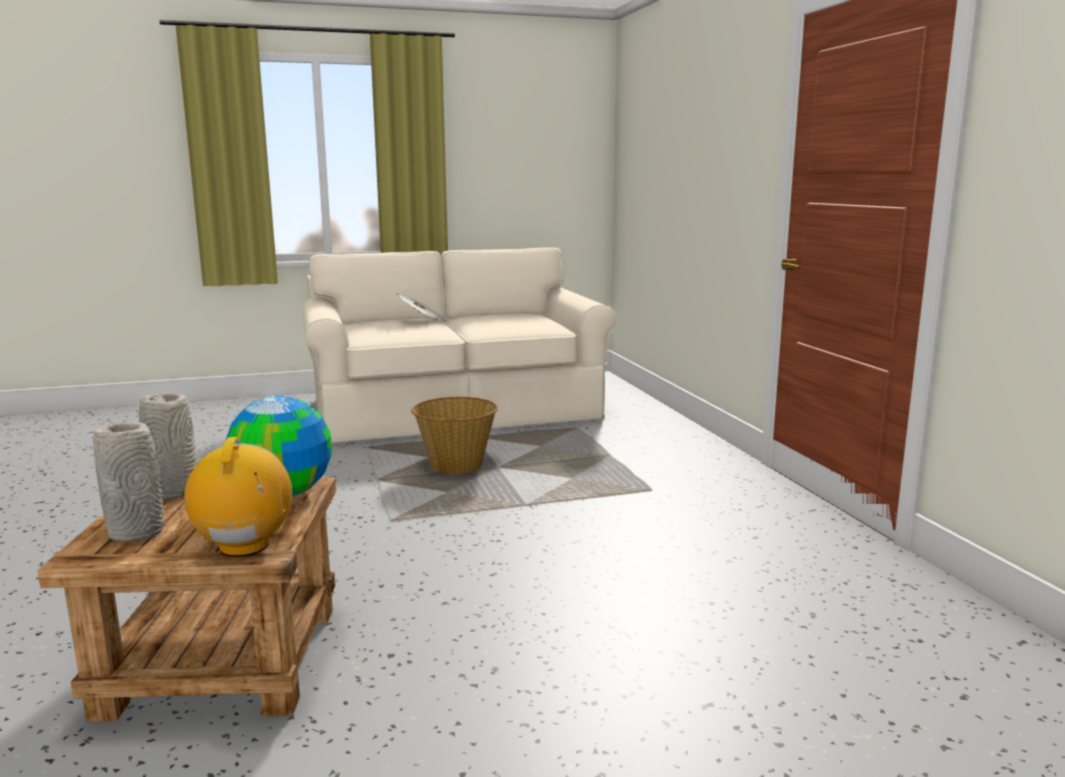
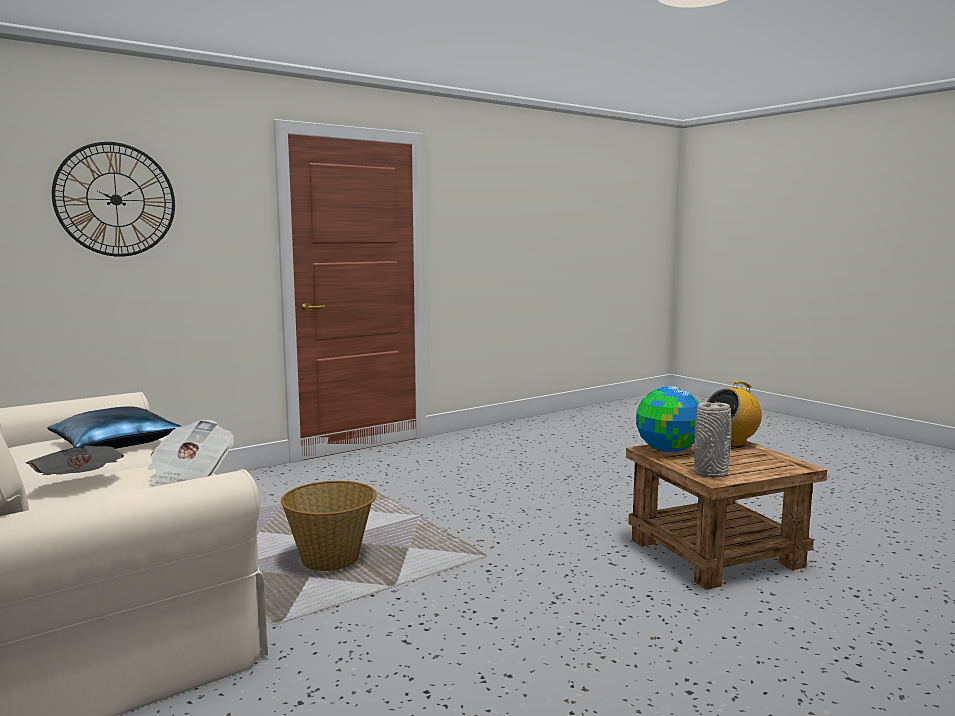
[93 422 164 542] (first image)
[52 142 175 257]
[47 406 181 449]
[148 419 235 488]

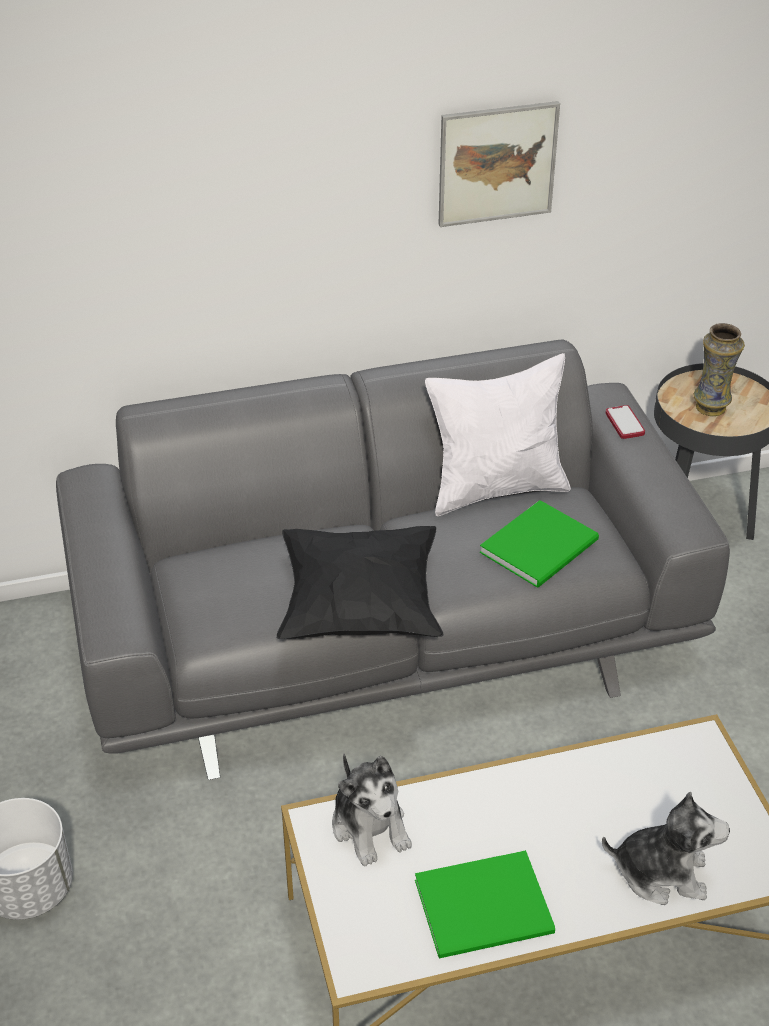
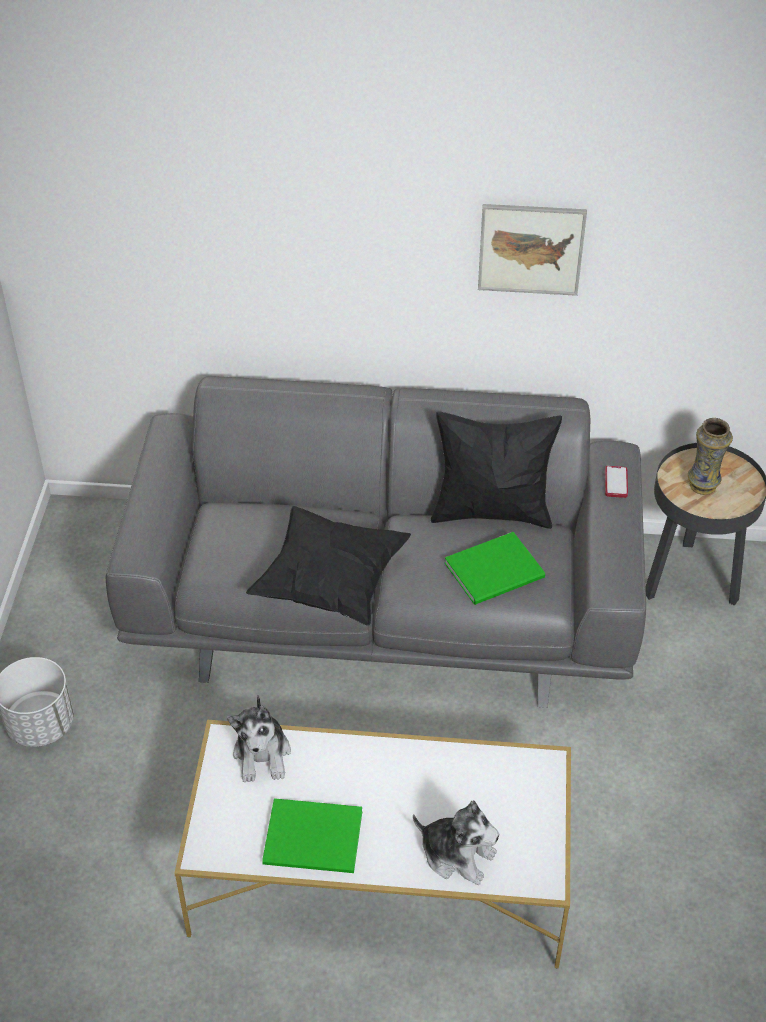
[431 411 562 529]

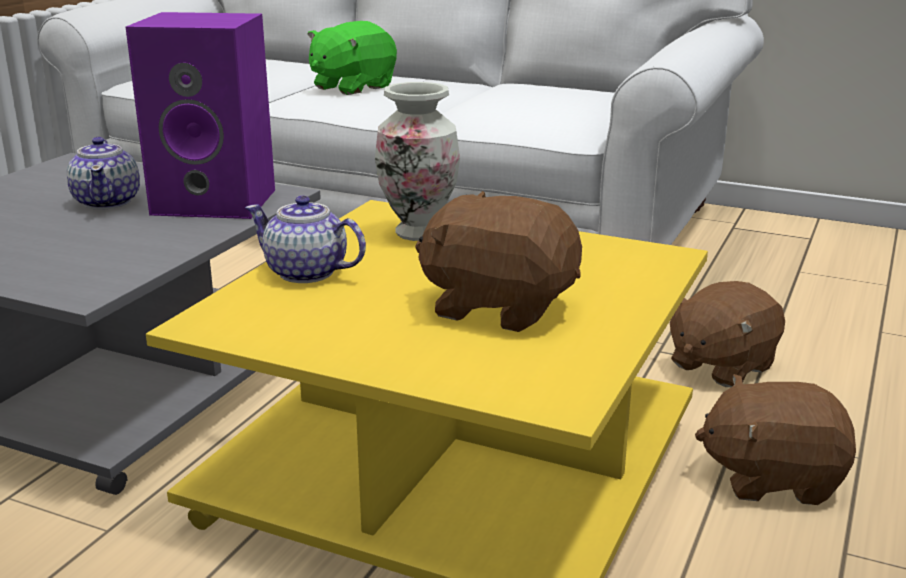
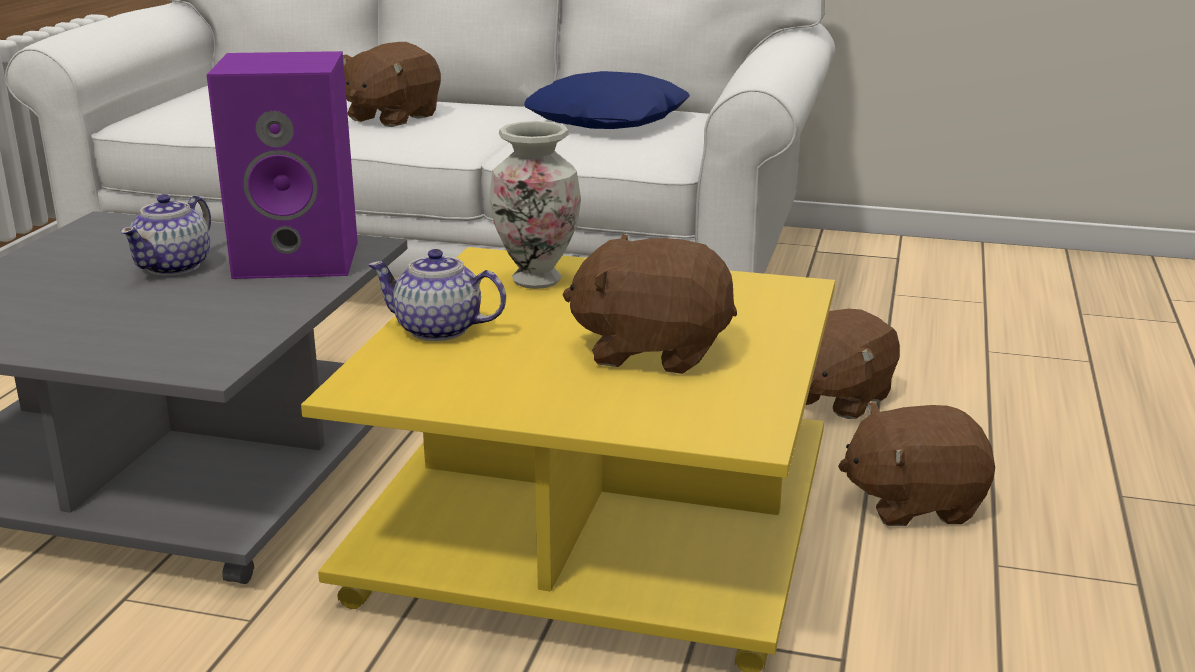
[343 42 441 127]
[120 194 211 276]
[524 71 690 129]

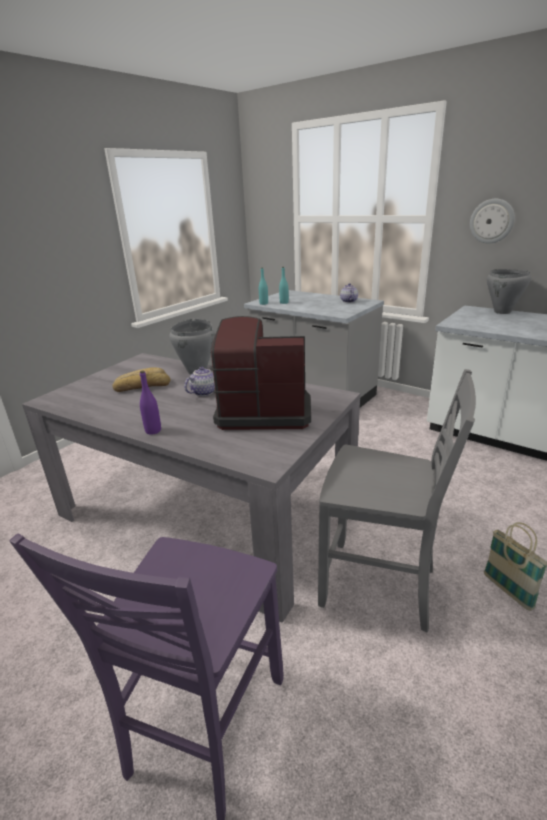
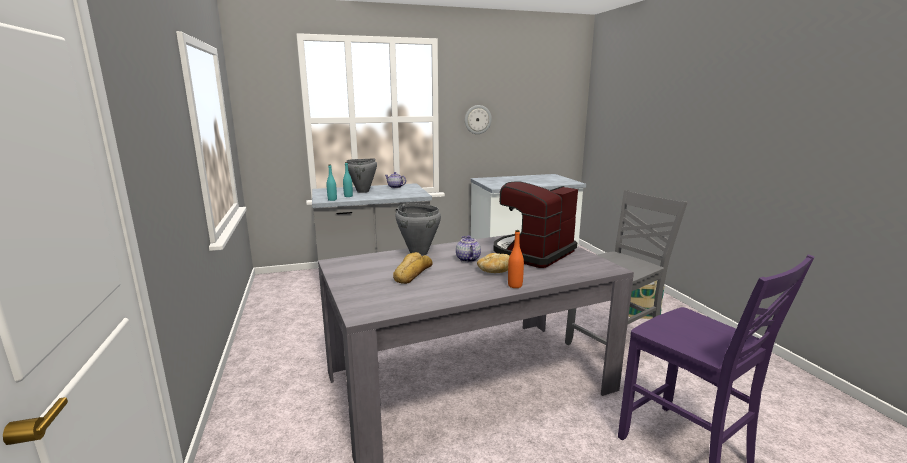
[347 159 377 193]
[508 230 524 288]
[477 253 510 273]

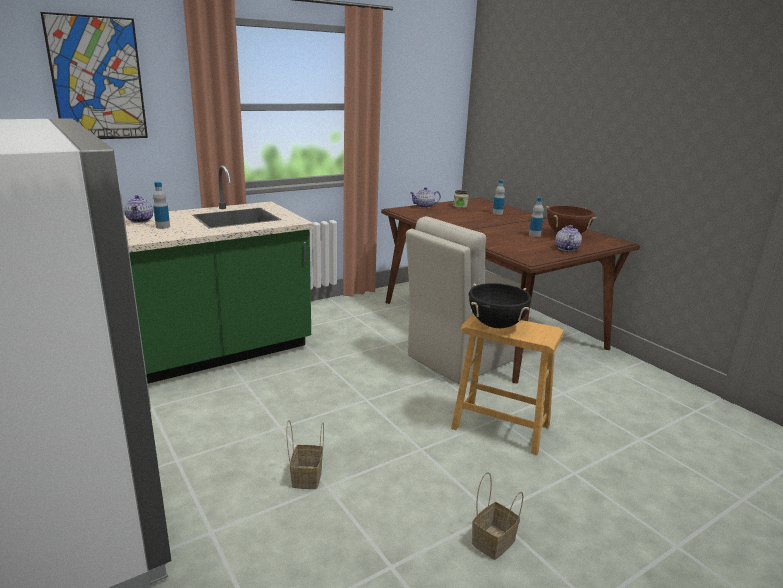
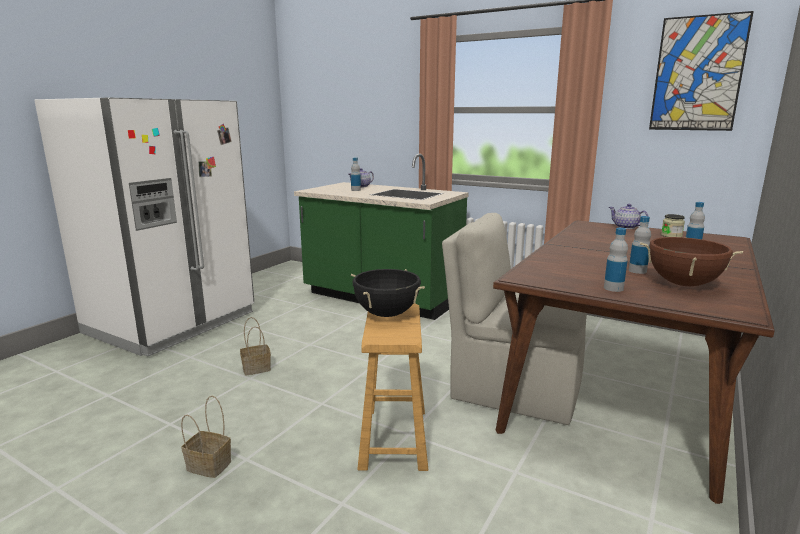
[649 11 754 131]
[604 228 628 292]

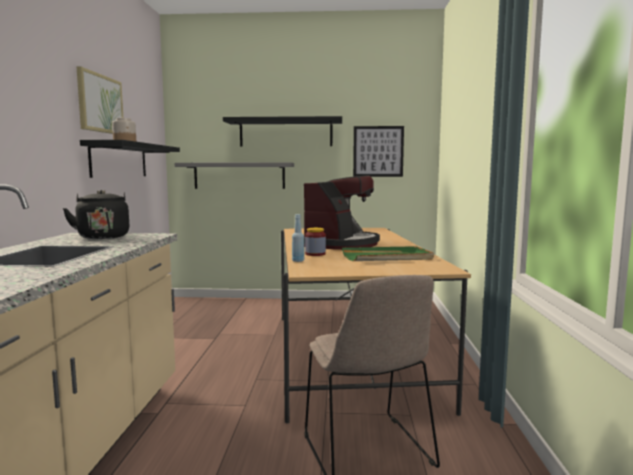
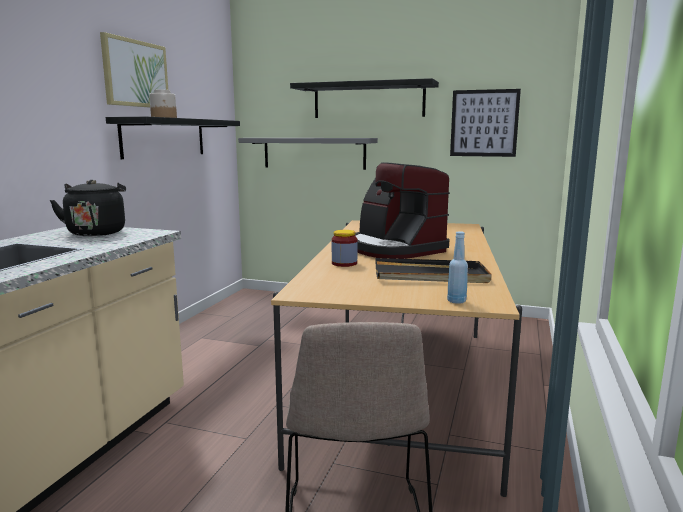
[355 162 450 259]
[447 231 468 304]
[376 258 492 283]

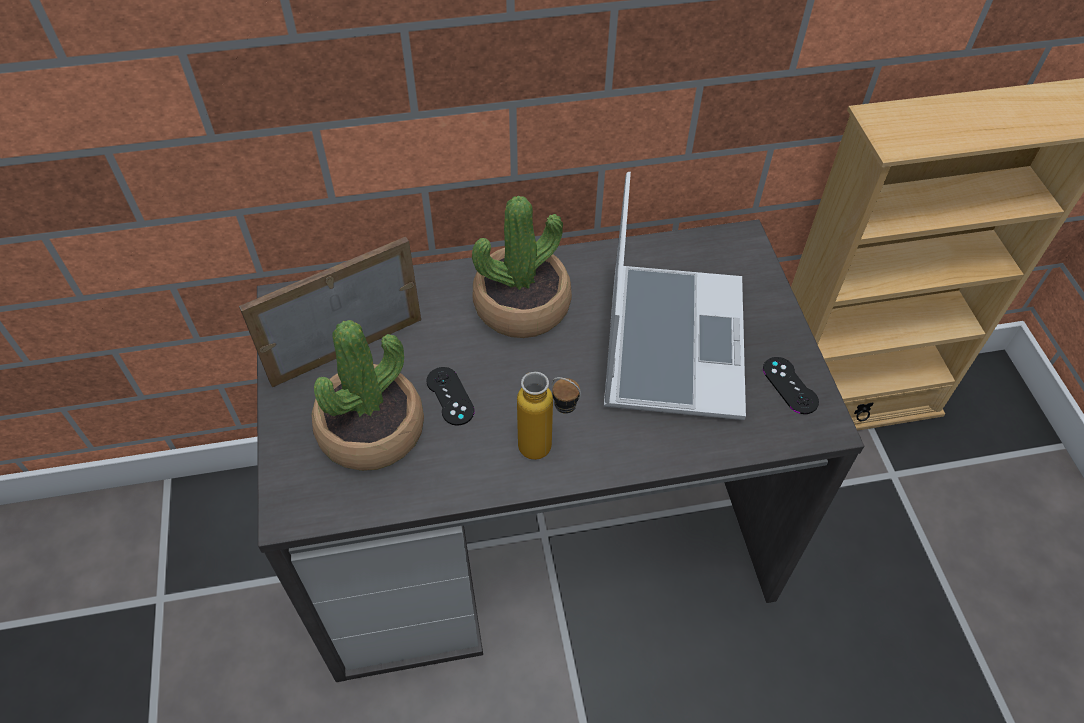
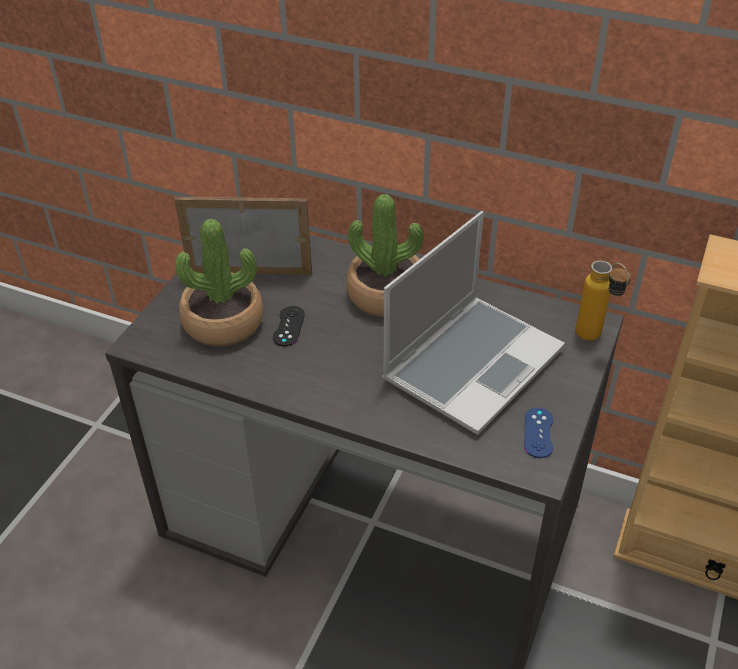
[524 407 553 458]
[575 261 631 341]

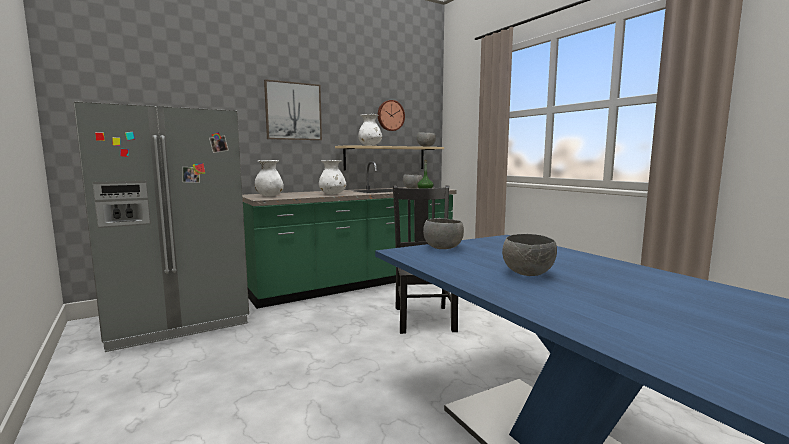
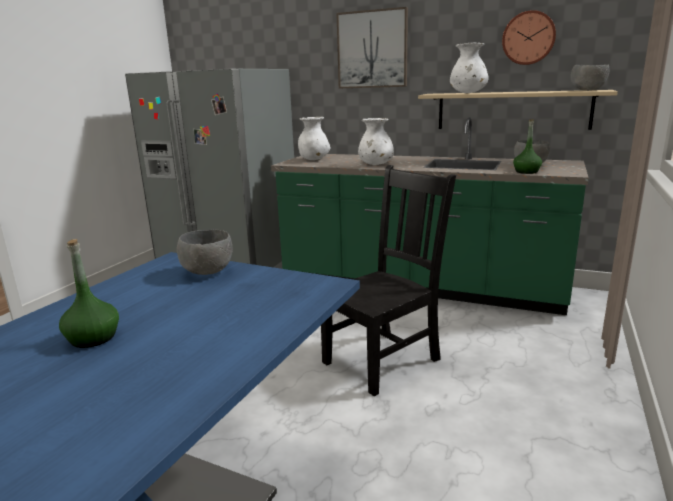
[59 239 119 348]

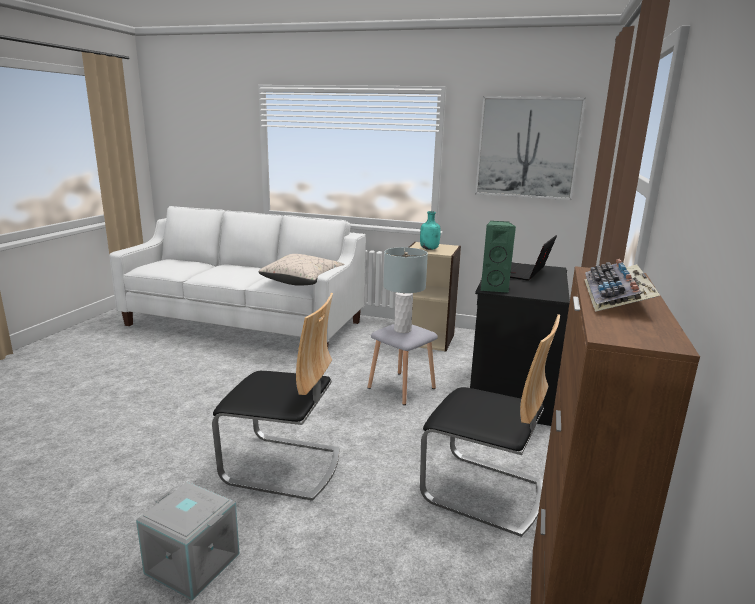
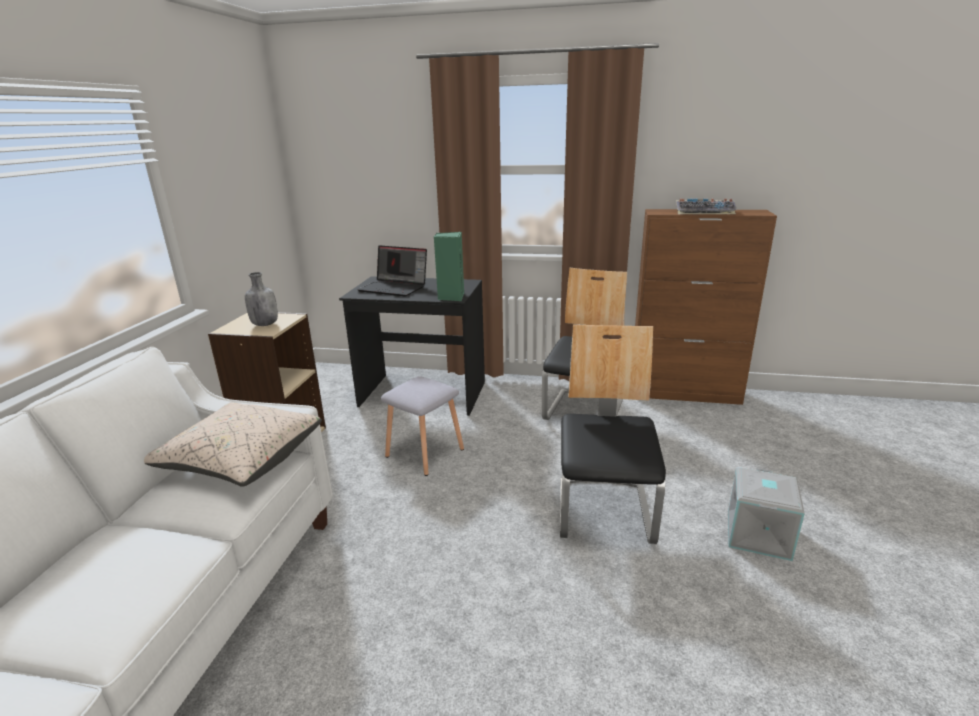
[475 96 586 200] (first image)
[245 272 278 326]
[383 247 428 333] (first image)

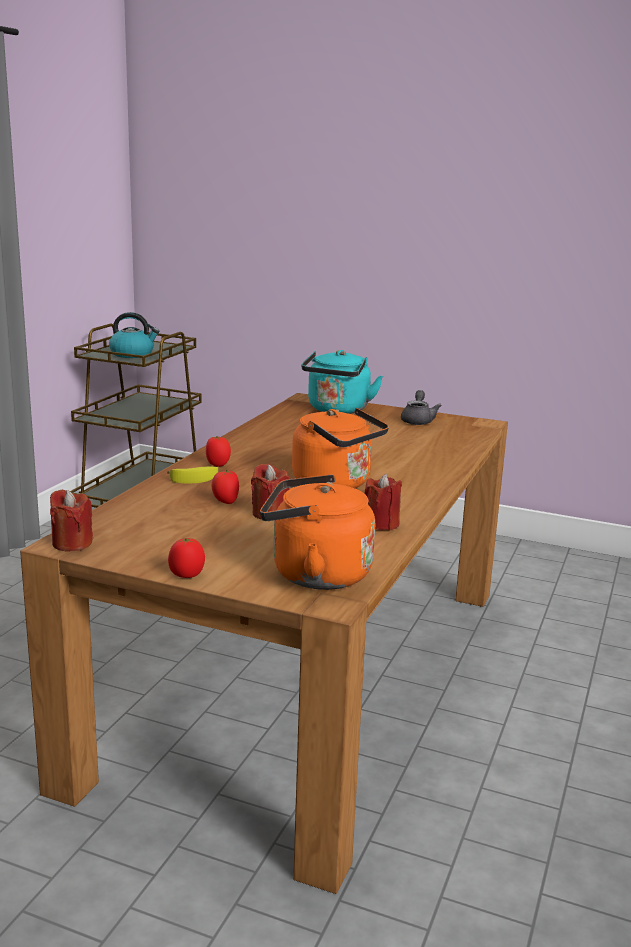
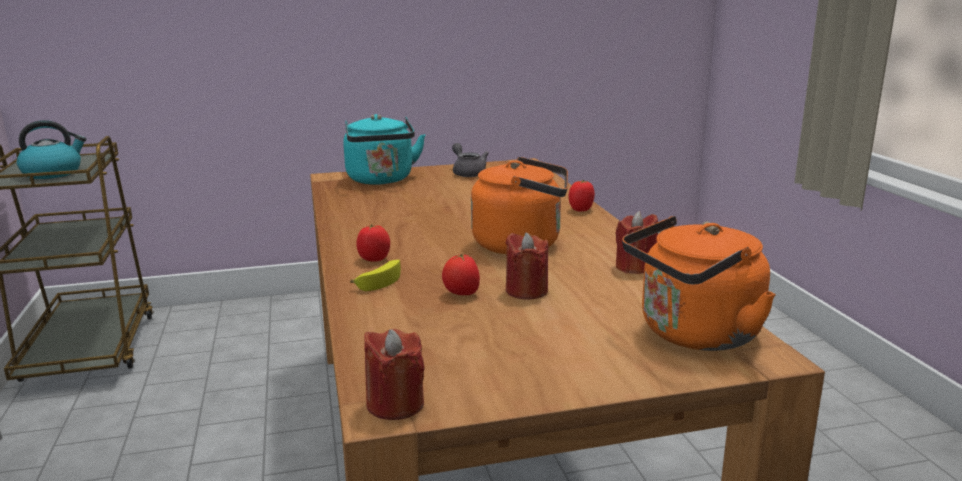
[569 180 595 212]

